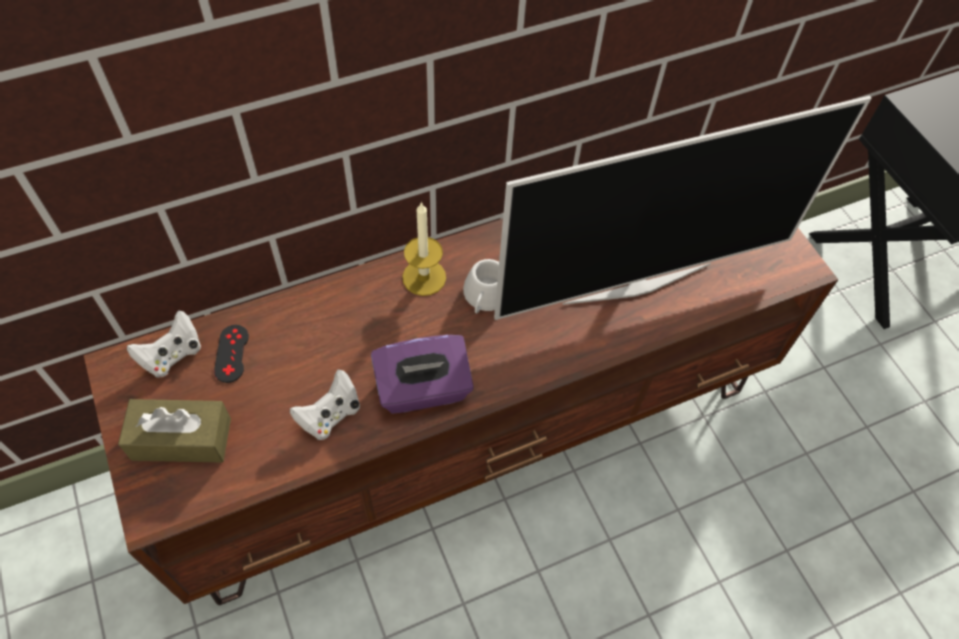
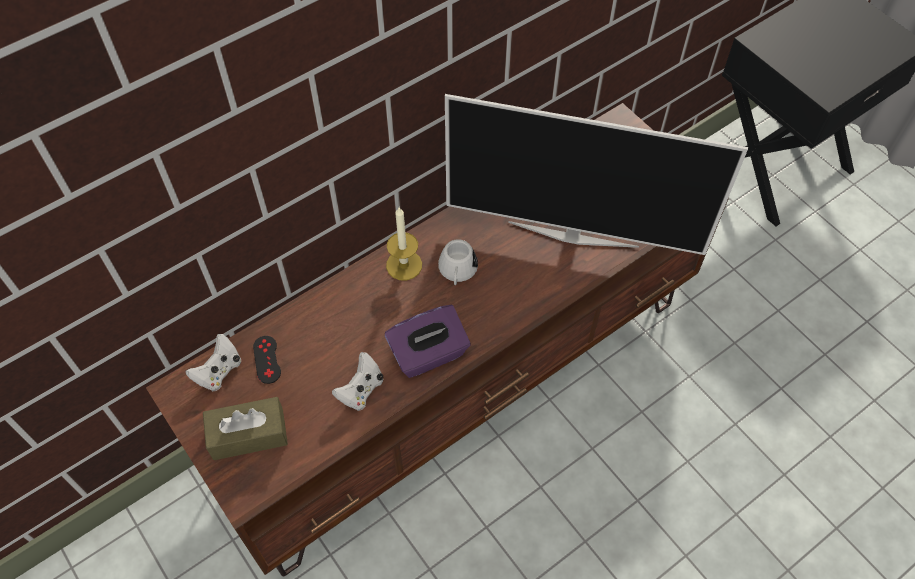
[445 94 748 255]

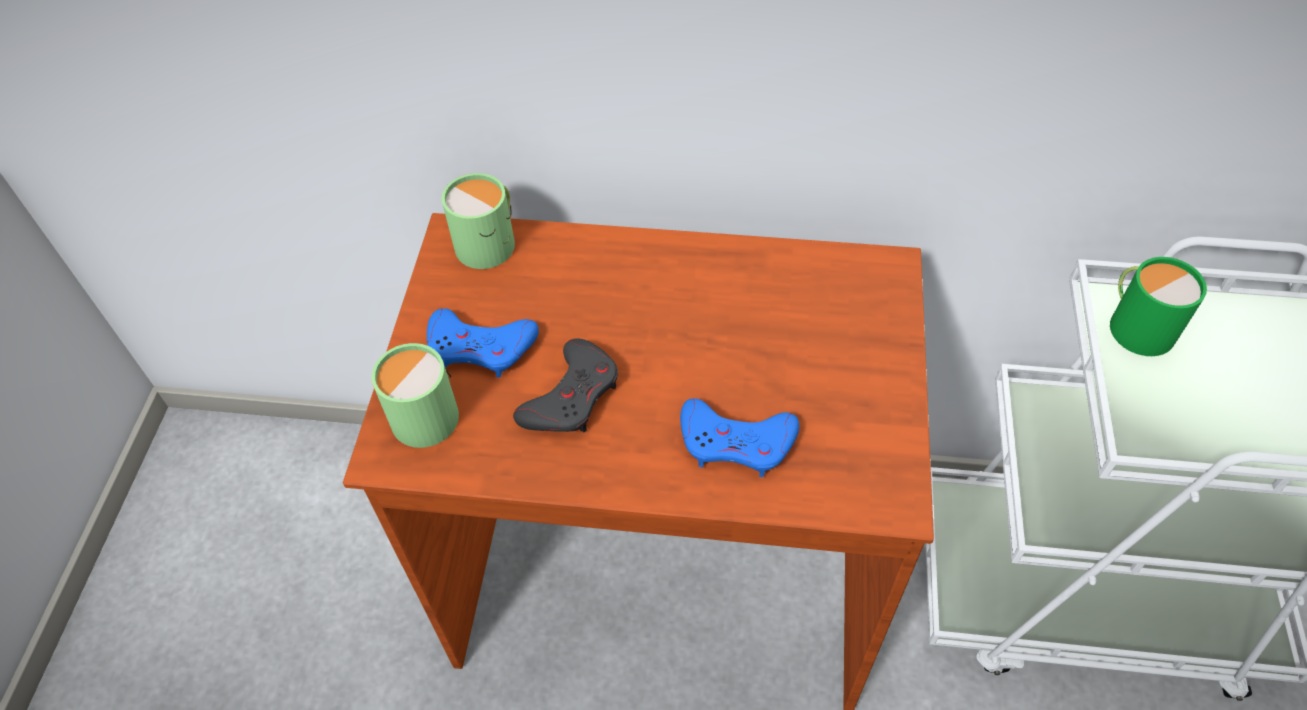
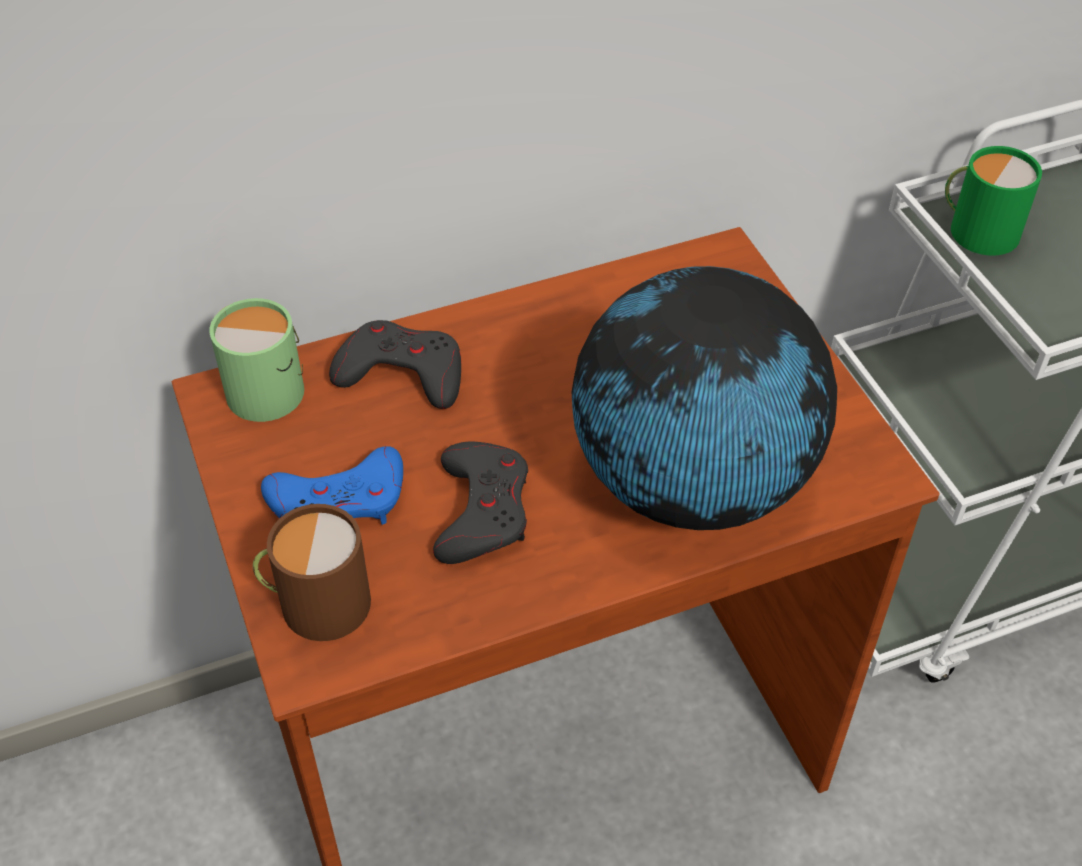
[253 504 371 641]
[572 266 837 530]
[329 320 461 409]

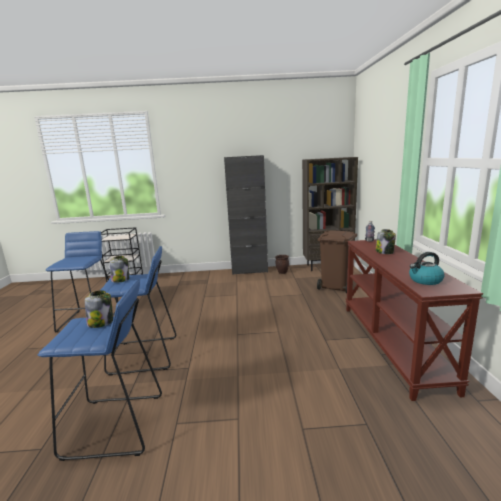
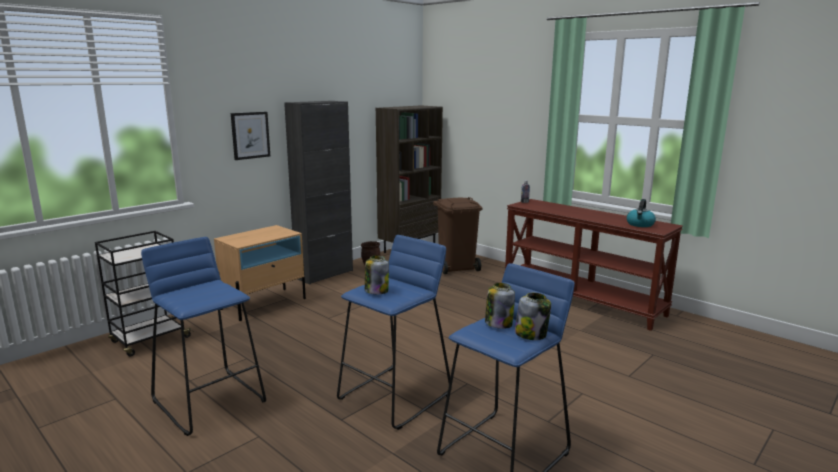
[515 293 551 340]
[231 112 270 160]
[214 225 306 321]

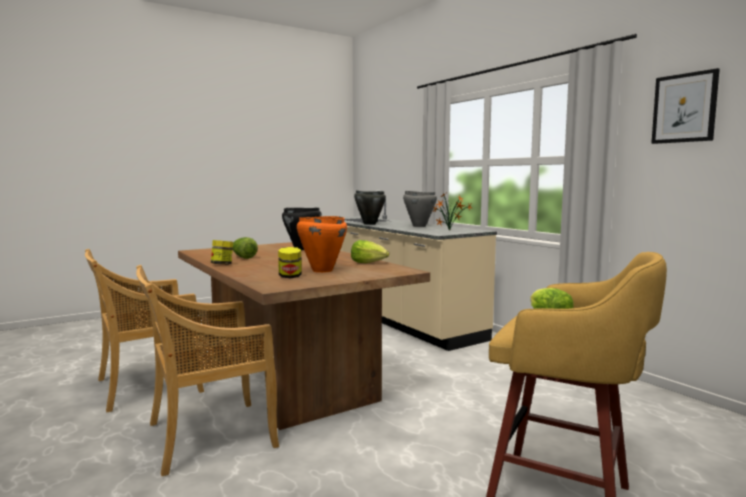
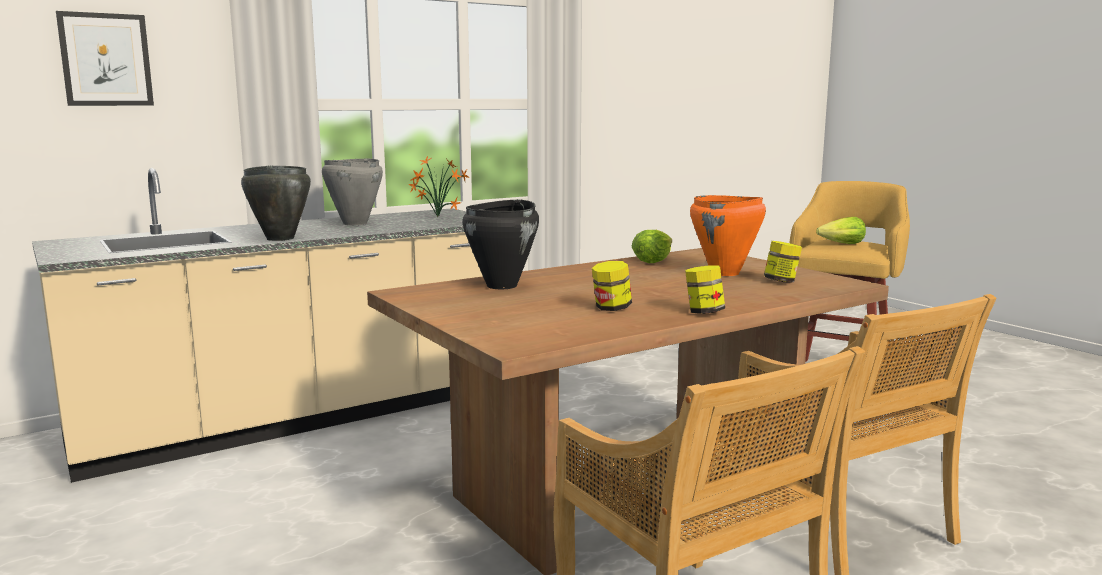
[56 11 154 106]
[592 261 632 311]

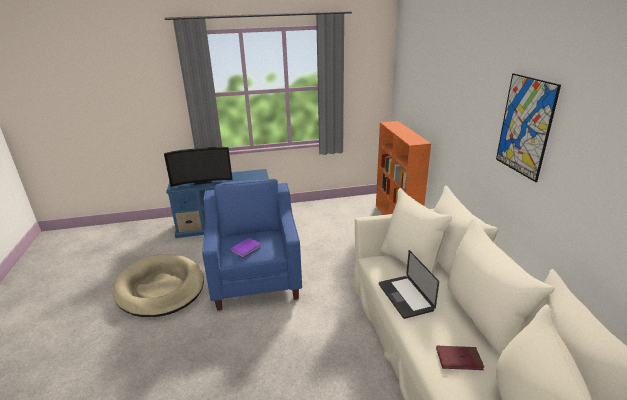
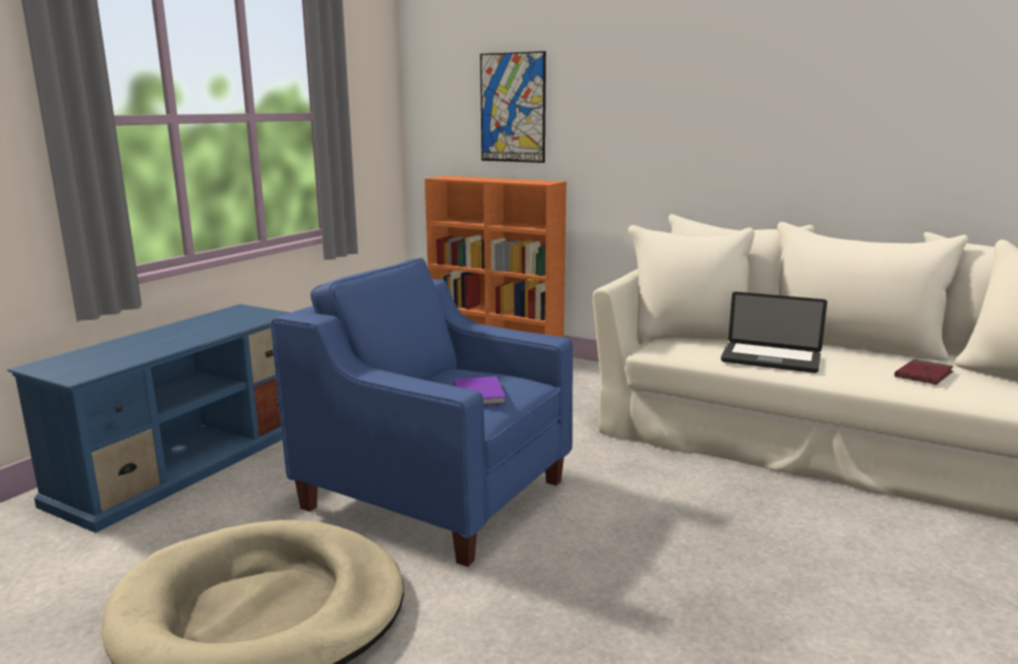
[480 51 546 163]
[164 147 233 187] (first image)

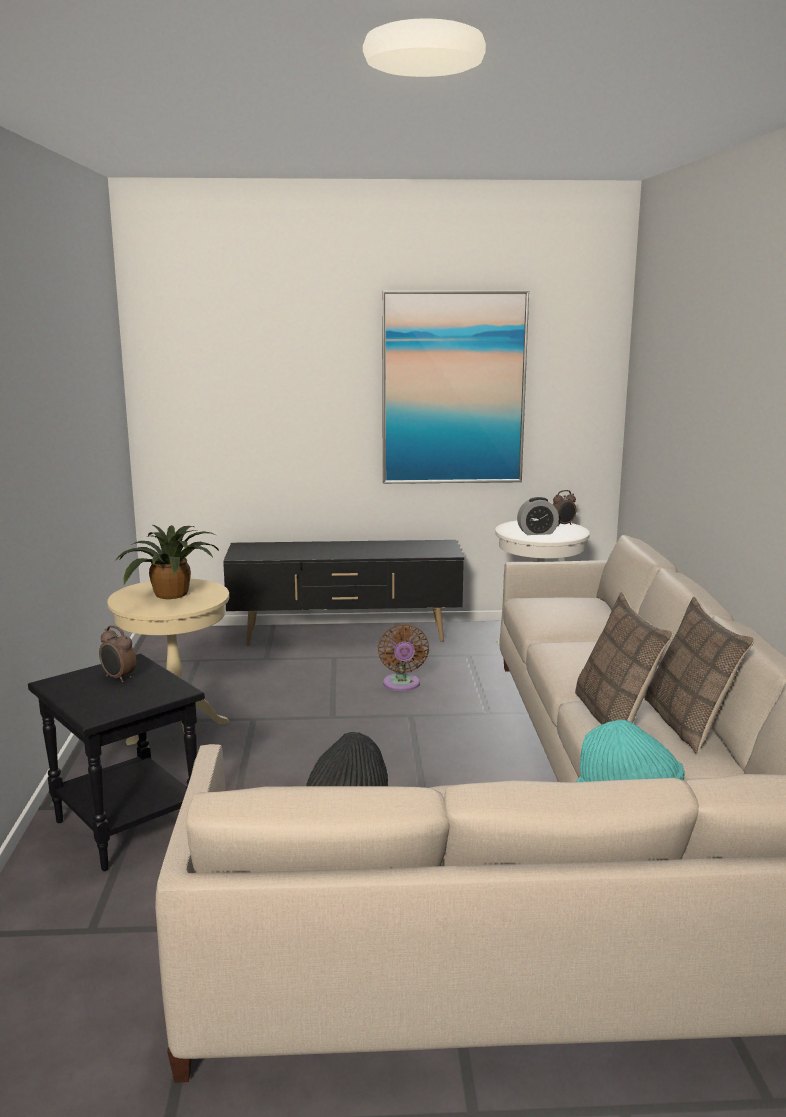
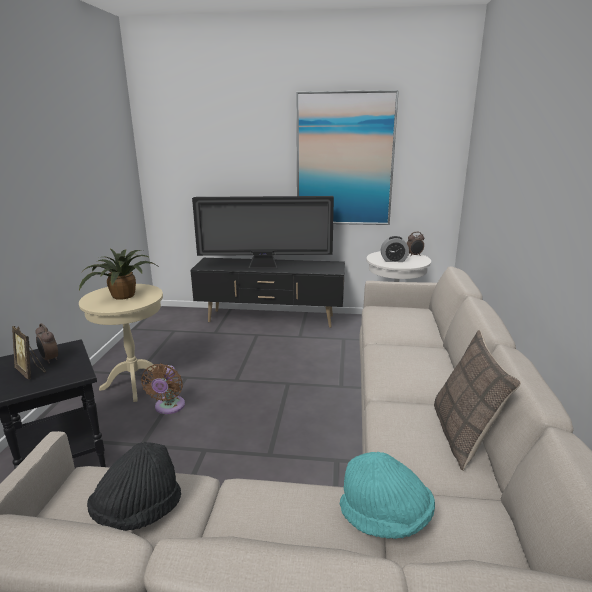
[575 592 673 725] (first image)
[141 364 185 414]
[192 196 334 268]
[12 326 46 379]

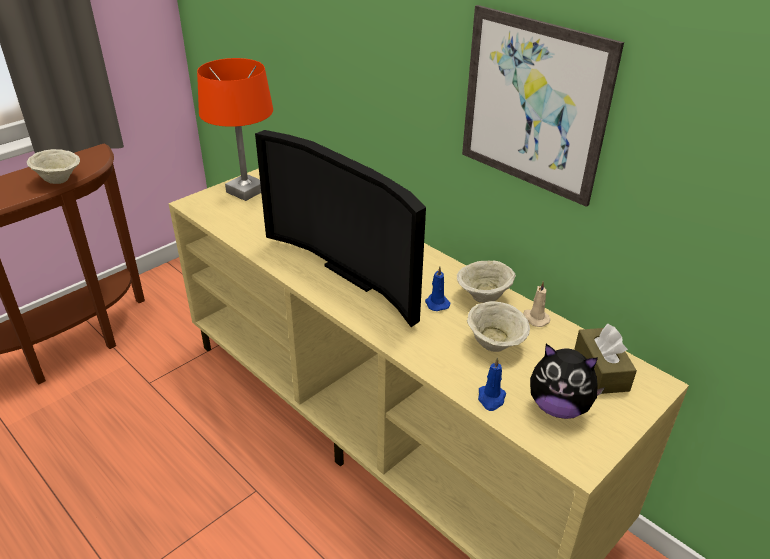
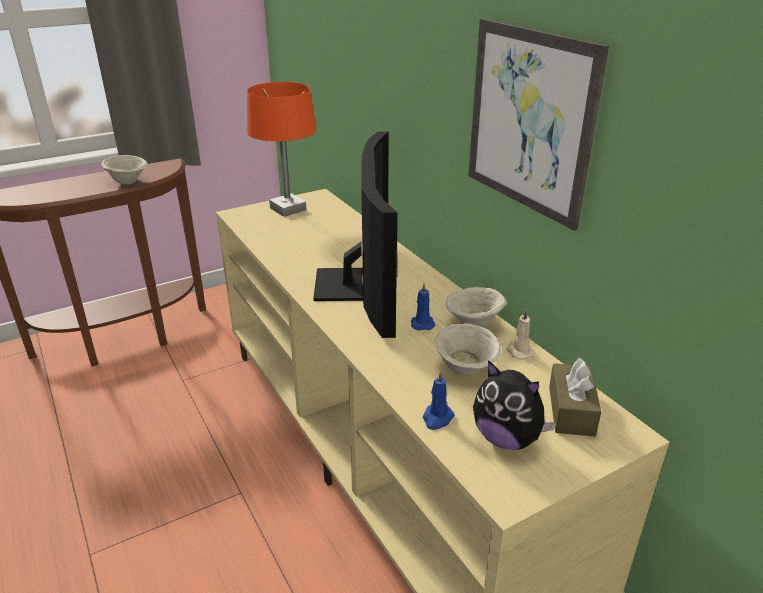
[313 132 397 338]

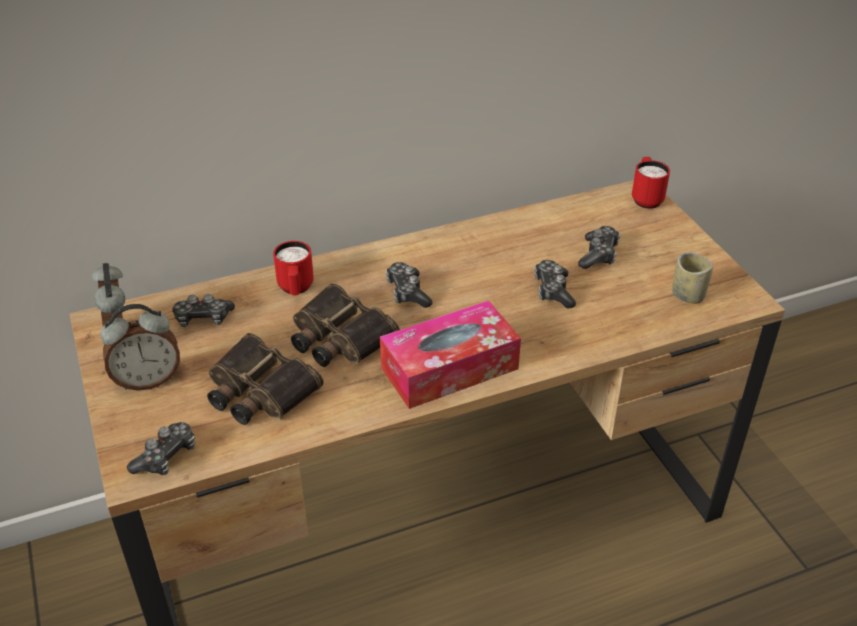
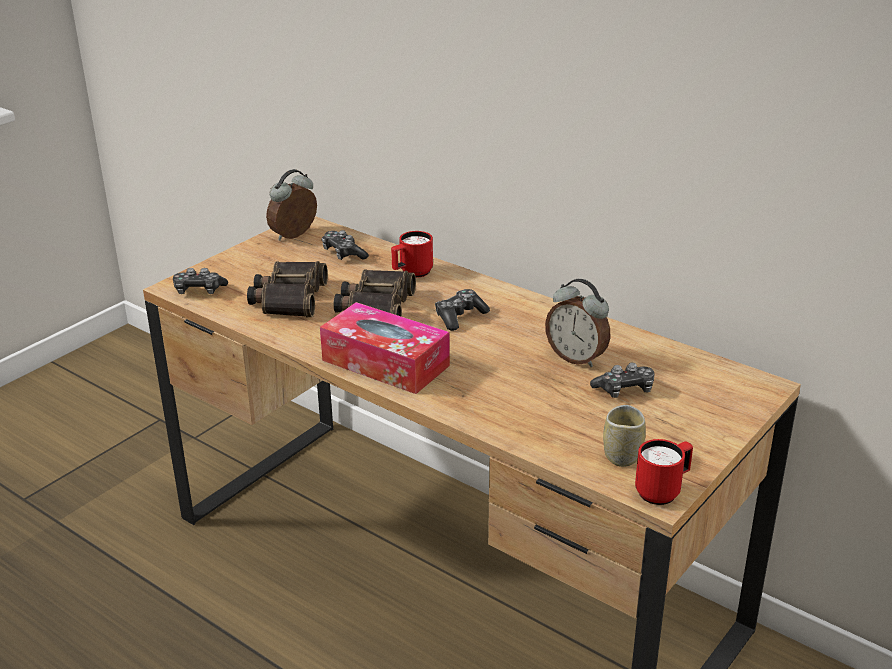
[635 439 693 505]
[534 260 576 309] (first image)
[545 279 610 367]

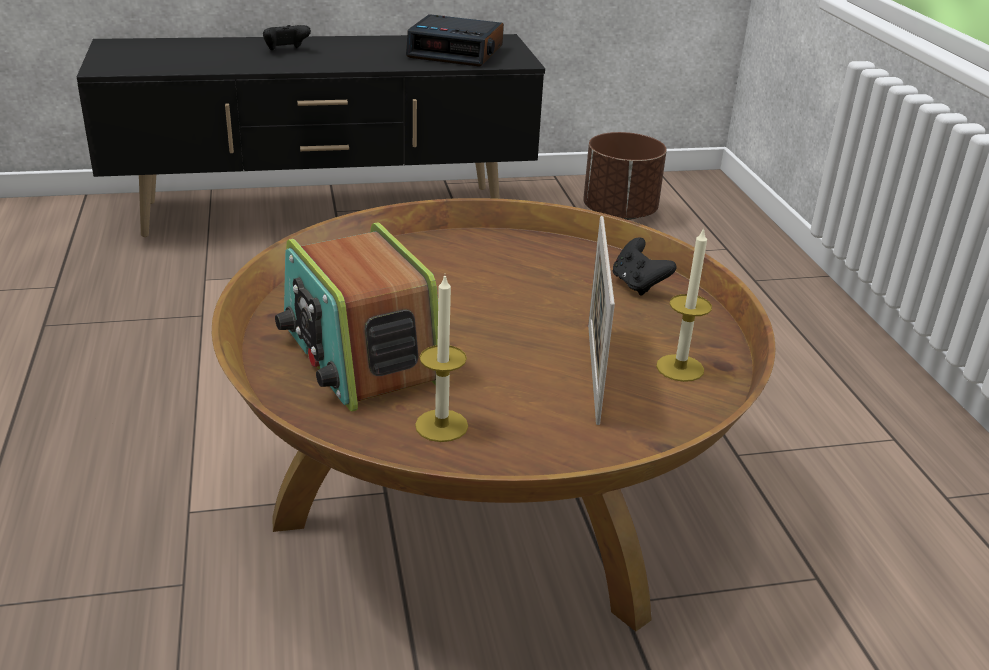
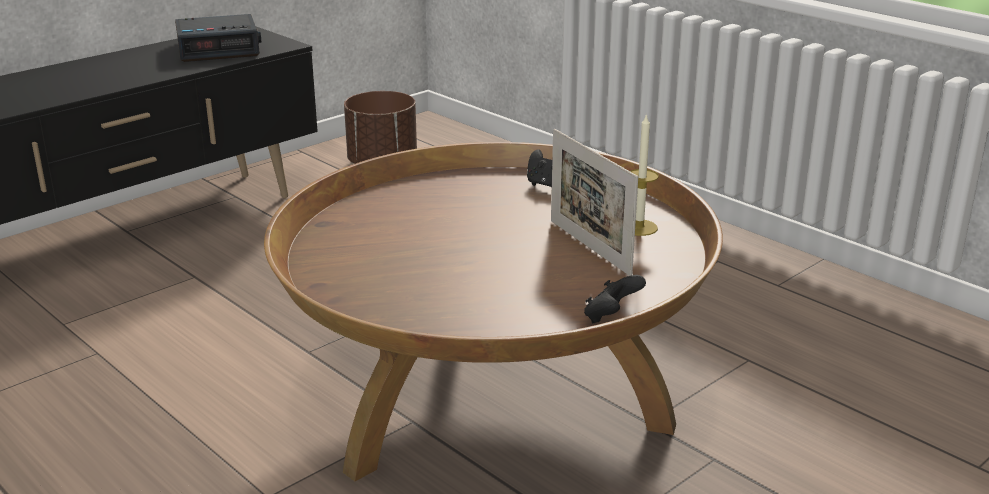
[584 275 646 324]
[275 222 438 412] (first image)
[415 276 468 442] (first image)

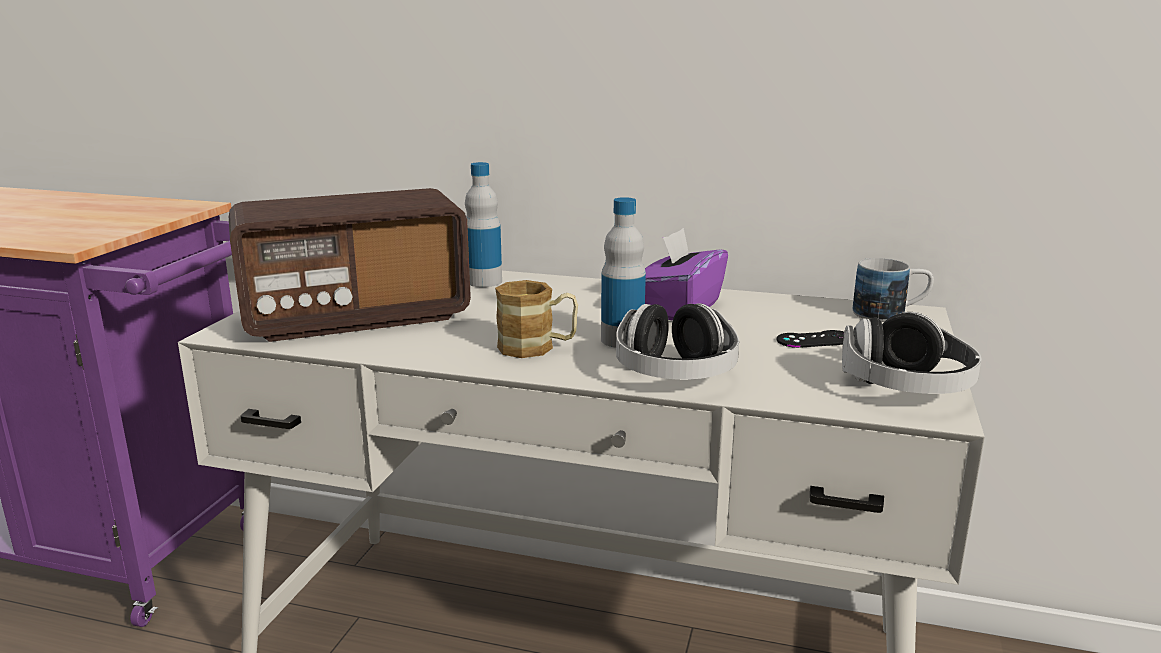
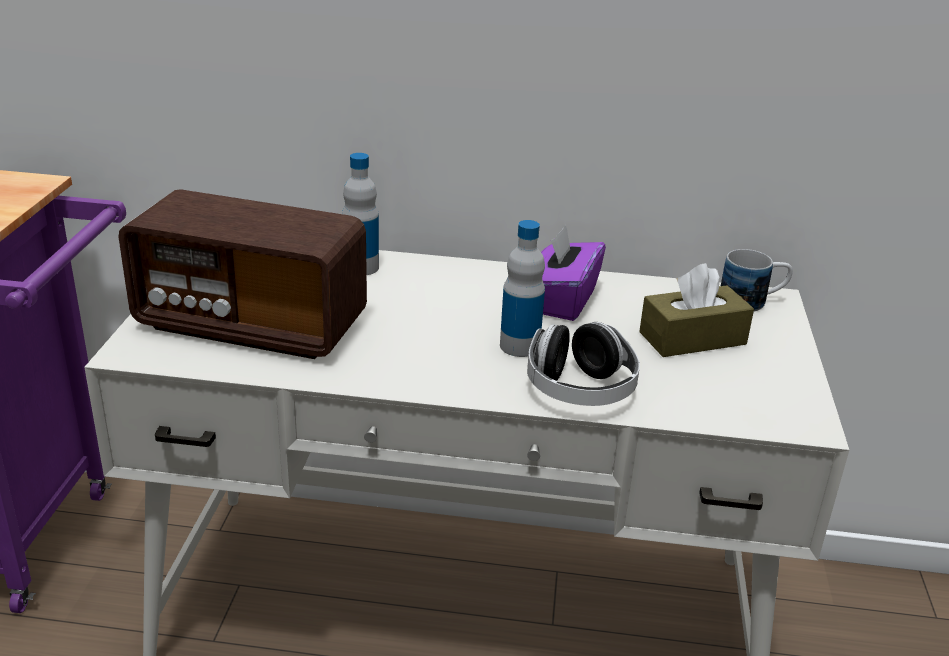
[119 189 367 359]
[495 280 578 358] (first image)
[842 312 981 394] (first image)
[639 263 754 357]

